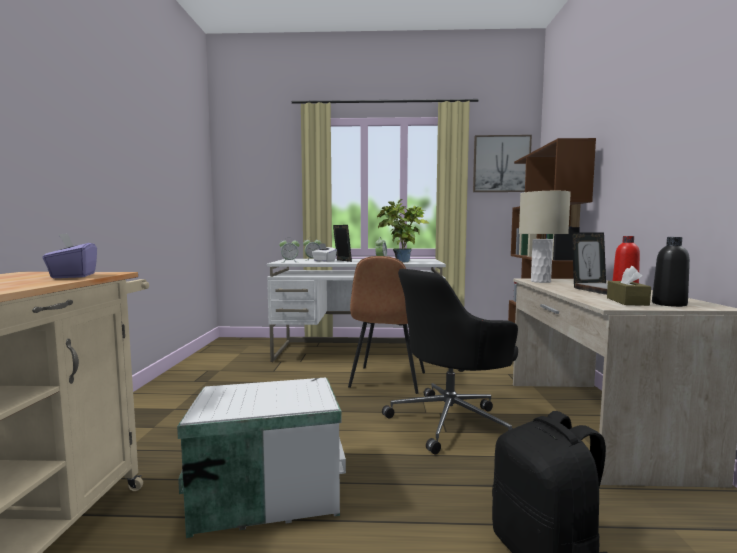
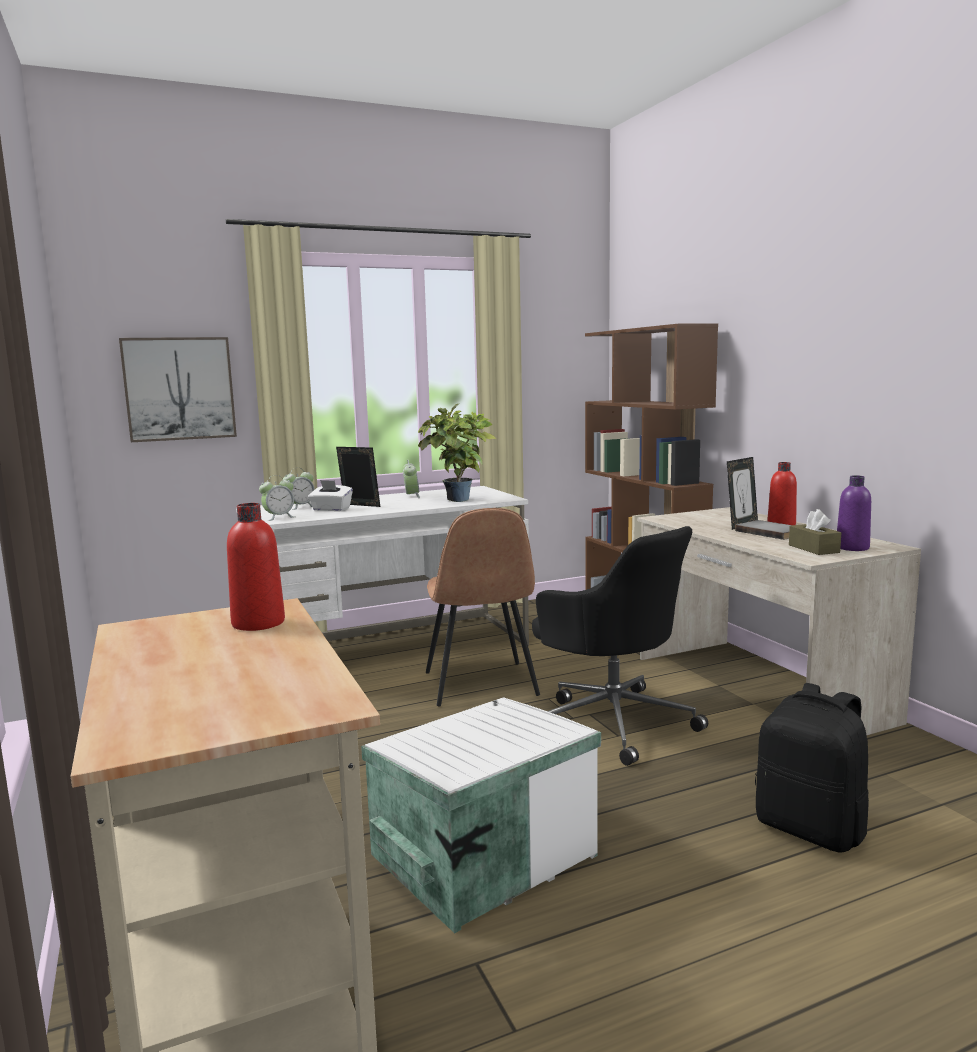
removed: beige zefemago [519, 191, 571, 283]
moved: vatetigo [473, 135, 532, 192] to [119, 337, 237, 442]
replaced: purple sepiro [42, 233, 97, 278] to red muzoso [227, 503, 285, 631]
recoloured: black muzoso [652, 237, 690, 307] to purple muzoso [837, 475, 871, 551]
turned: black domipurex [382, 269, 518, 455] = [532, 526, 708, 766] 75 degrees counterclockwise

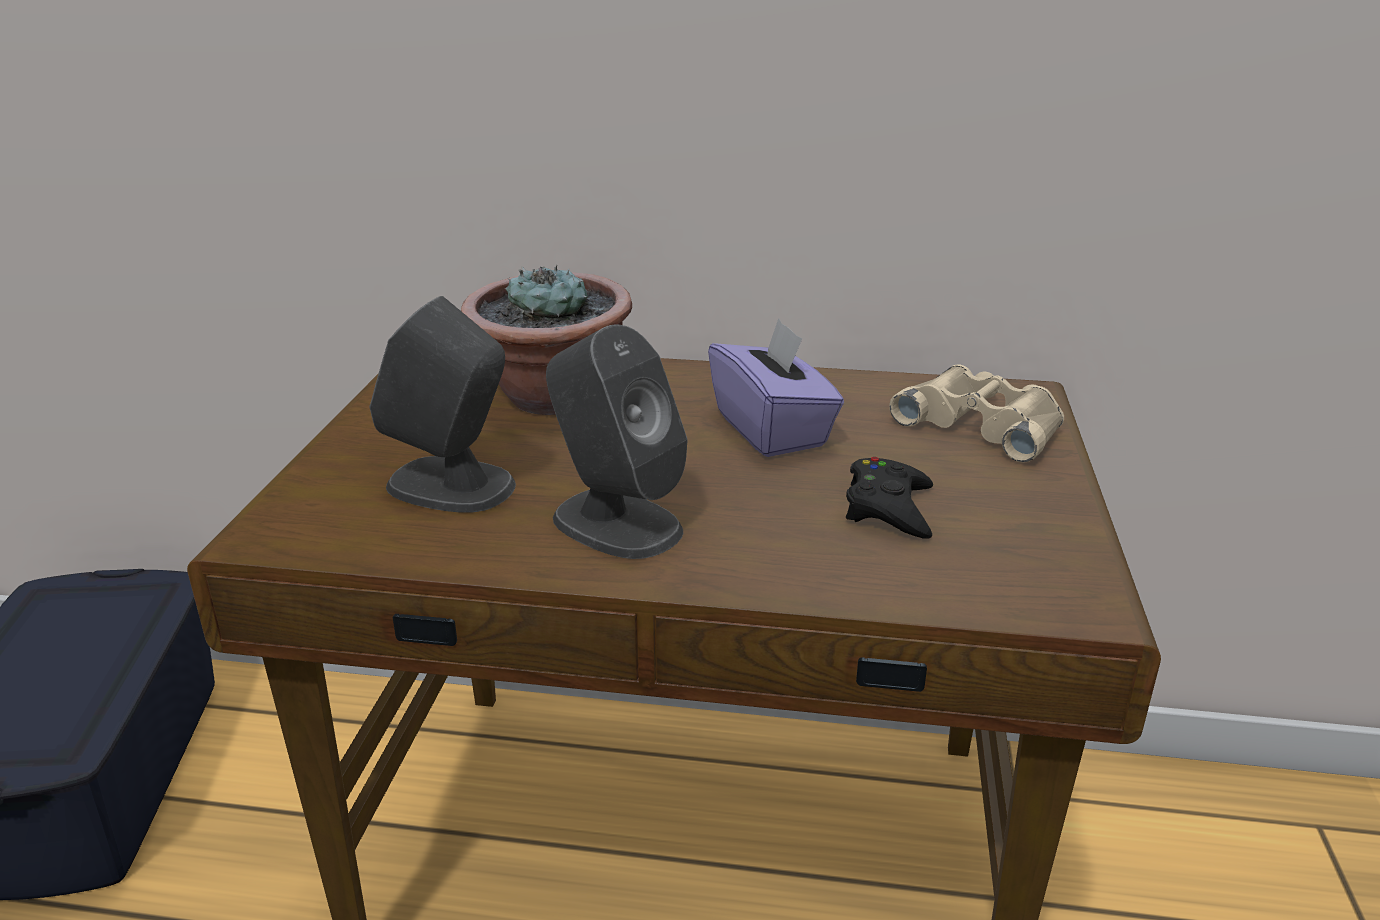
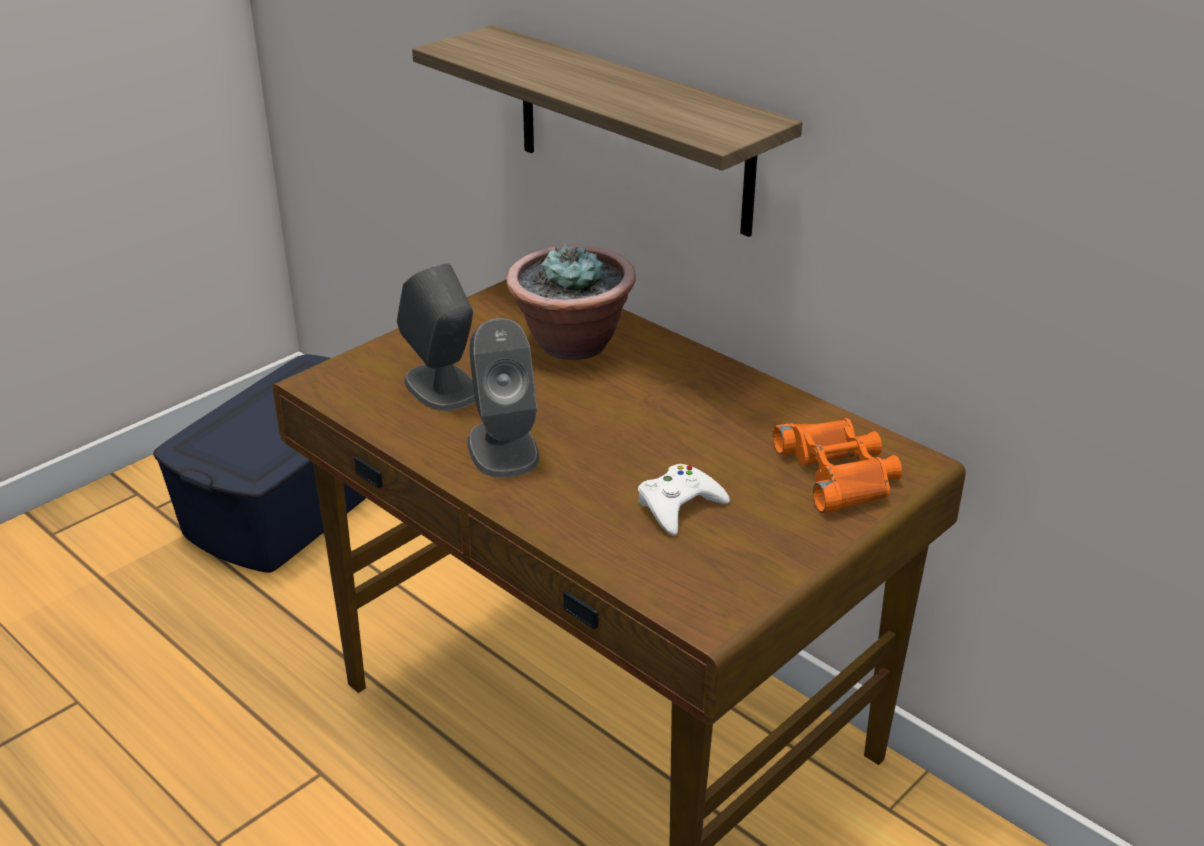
removed: purple sepiro [708, 318, 844, 457]
added: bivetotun [412, 25, 802, 237]
recoloured: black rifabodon [846, 457, 933, 539] to white rifabodon [638, 464, 730, 536]; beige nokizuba [889, 365, 1064, 463] to orange nokizuba [773, 418, 902, 514]

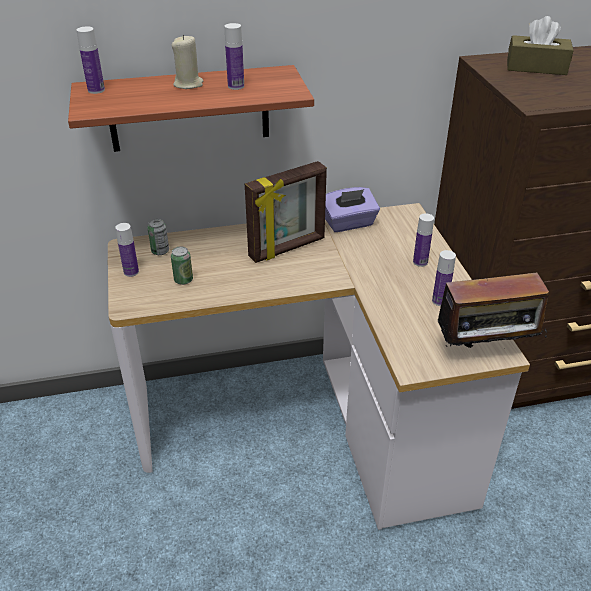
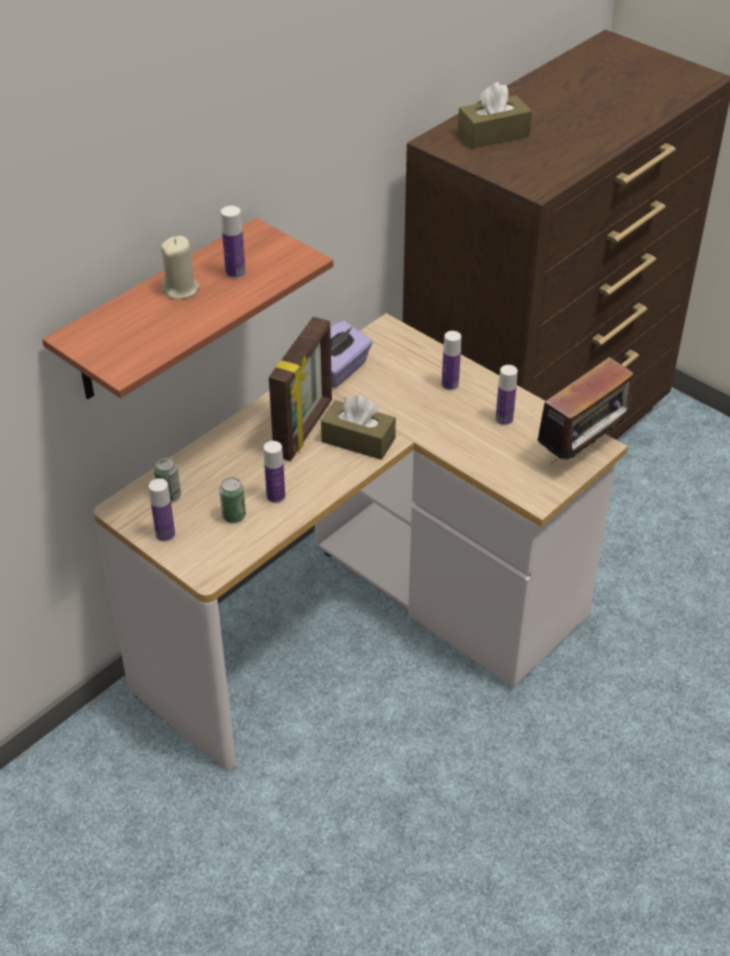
added: brown sepiro [321, 395, 396, 460]
moved: muzoso [76, 26, 105, 94] to [264, 441, 285, 503]

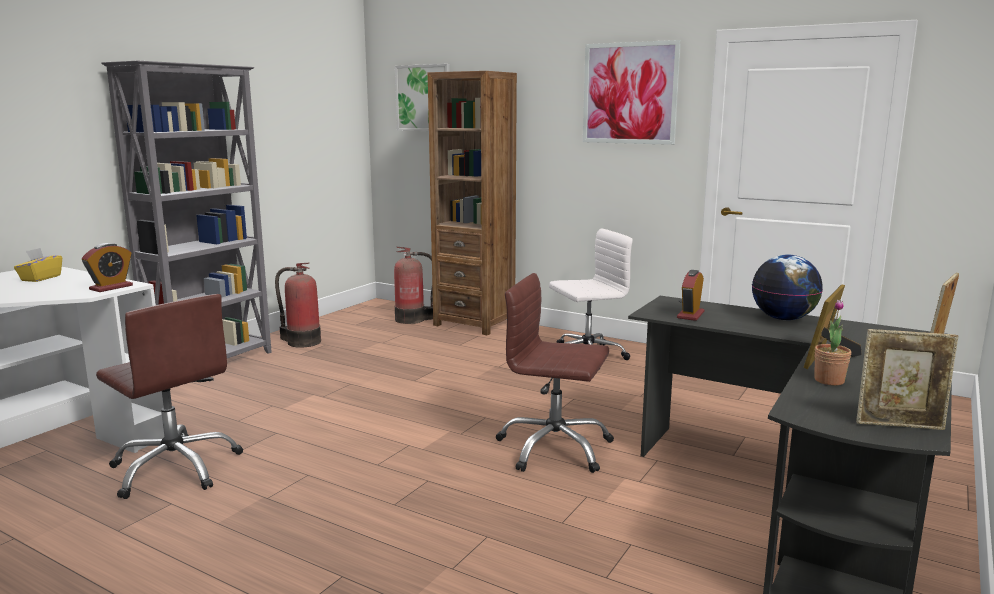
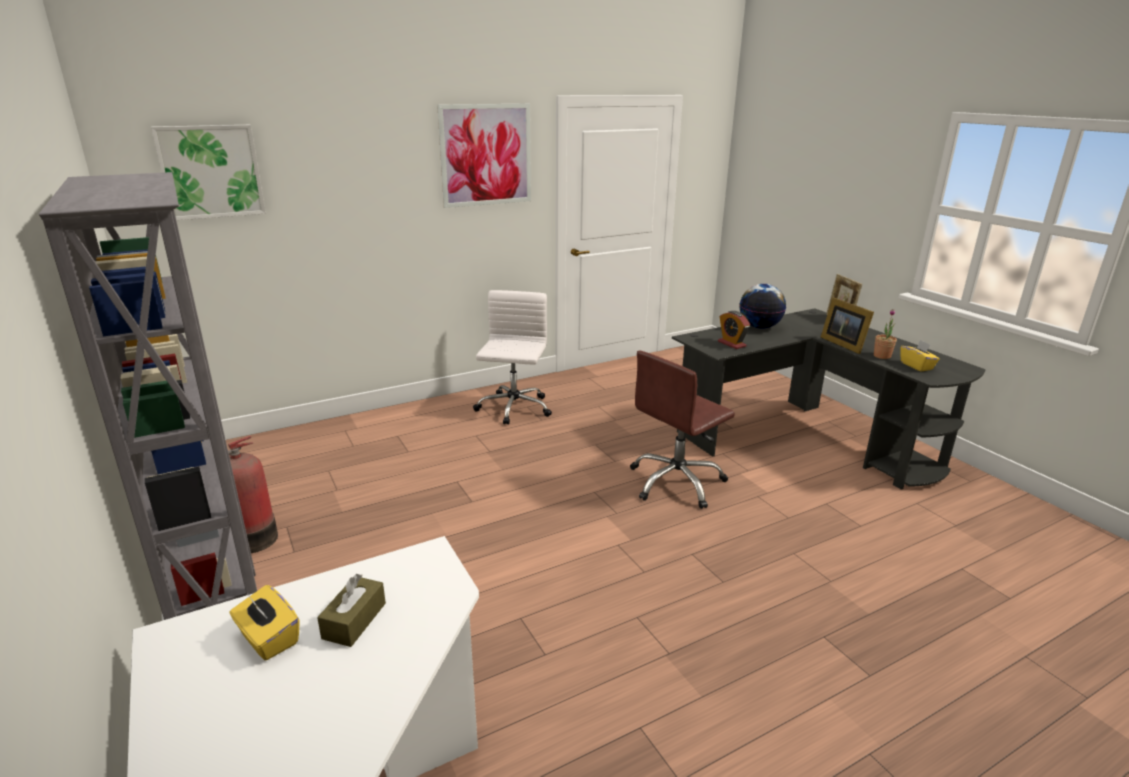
removed: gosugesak [82, 243, 133, 292]; brown domipurex [96, 294, 243, 499]; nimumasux [394, 247, 433, 324]; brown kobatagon [428, 71, 517, 335]; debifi [856, 329, 959, 430]
added: brown sepiro [317, 574, 386, 647]; yellow sepiro [900, 340, 940, 371]

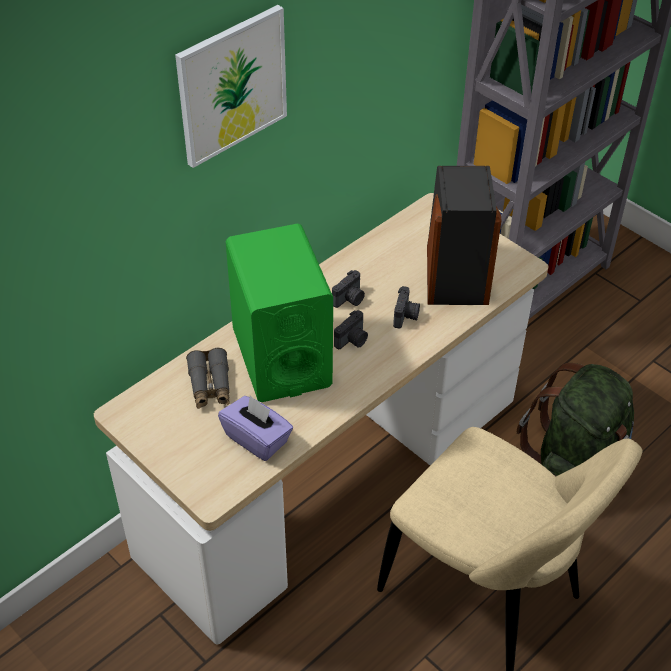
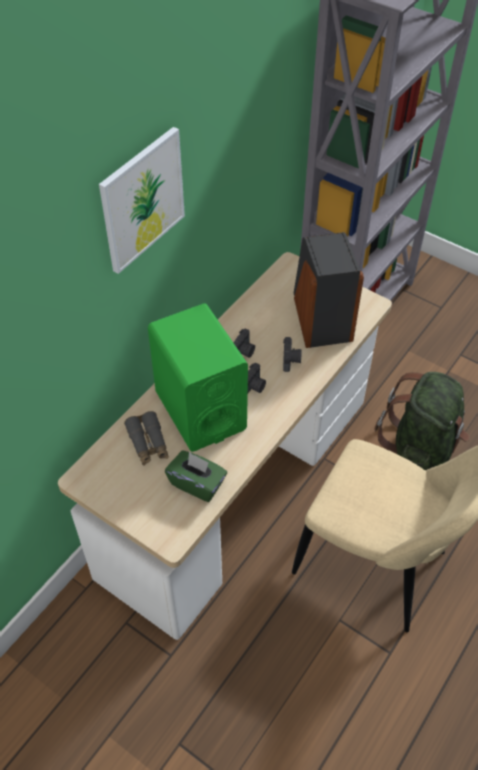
recoloured: purple sepiro [218, 395, 293, 461] to green sepiro [165, 451, 227, 502]

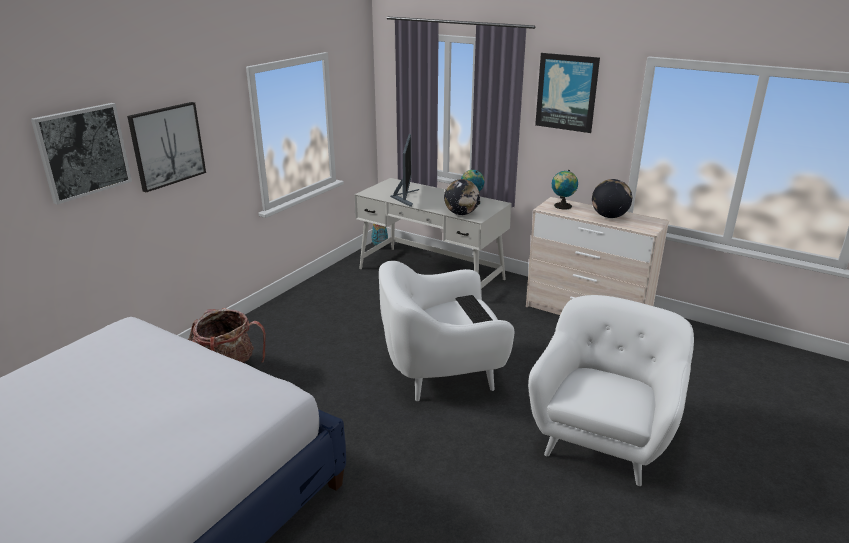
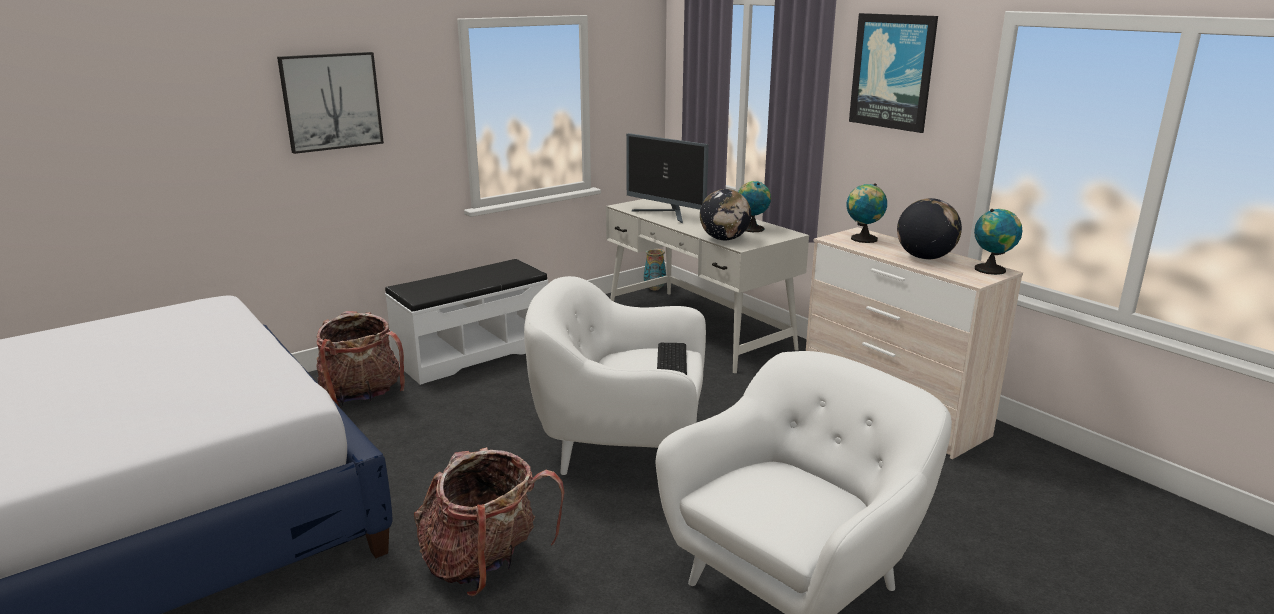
removed: vatetigo [31, 103, 132, 205]
added: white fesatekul [385, 259, 548, 385]; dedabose [414, 447, 564, 597]; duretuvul [974, 209, 1022, 275]
turned: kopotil [390, 134, 420, 207] = [626, 133, 709, 224] 105 degrees clockwise

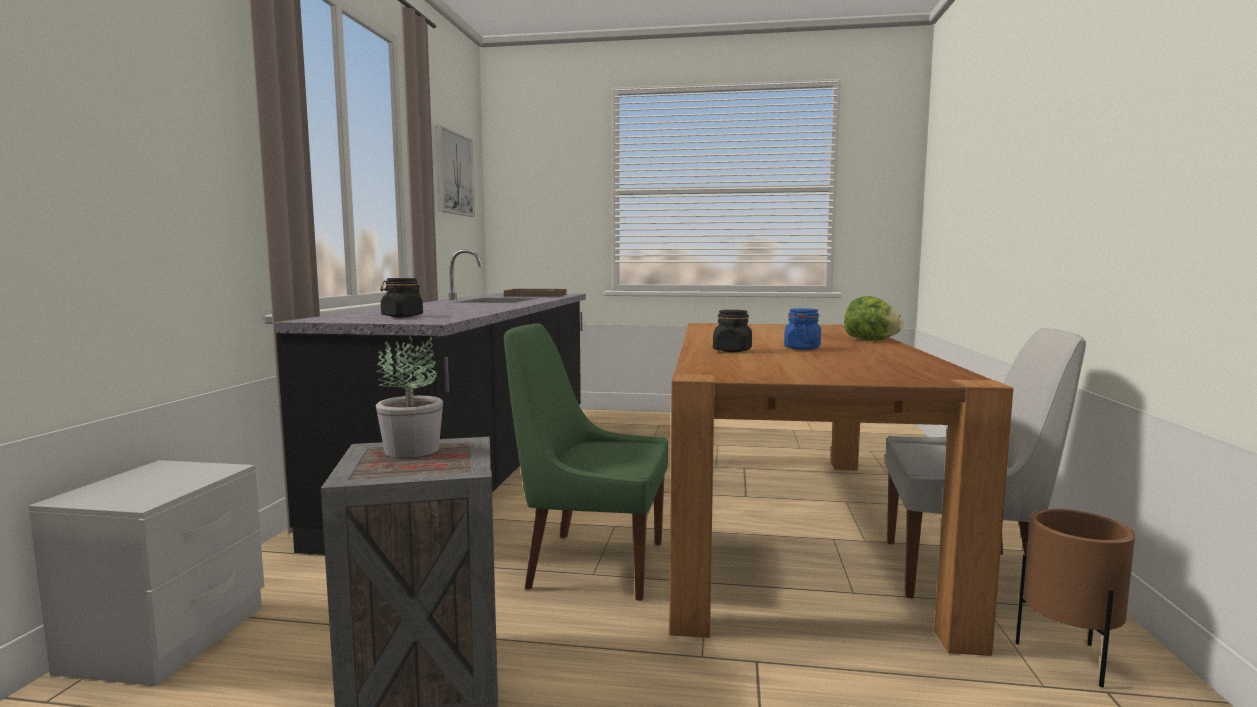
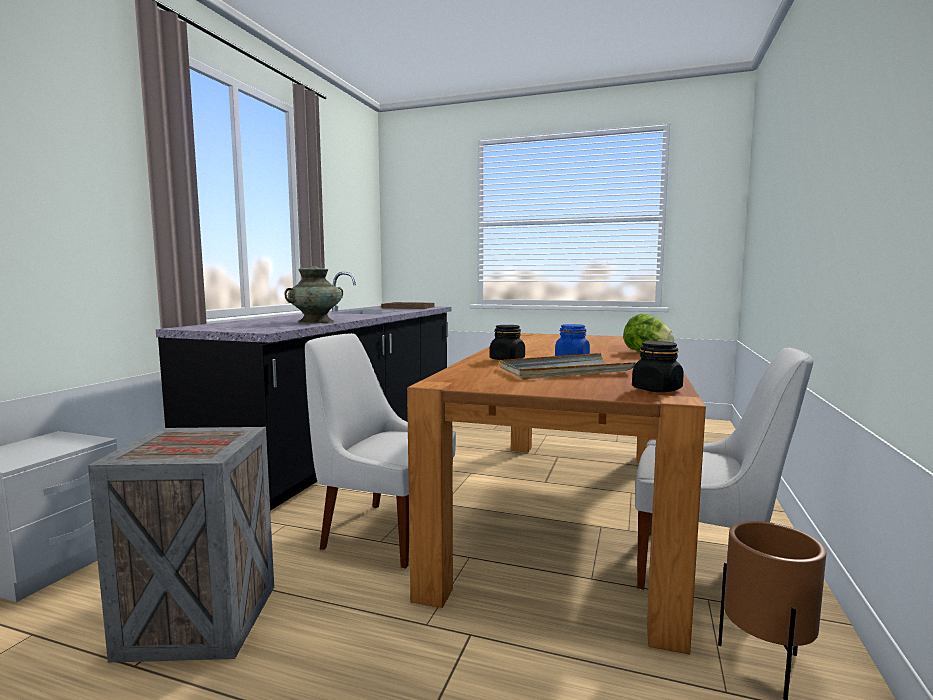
removed: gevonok [376, 337, 443, 458]; vatetigo [435, 125, 475, 217]
added: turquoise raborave [284, 266, 343, 323]; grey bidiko [499, 353, 636, 379]
moved: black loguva [380, 278, 423, 317] to [632, 341, 684, 392]
recoloured: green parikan [504, 323, 668, 601] to white parikan [305, 333, 456, 568]

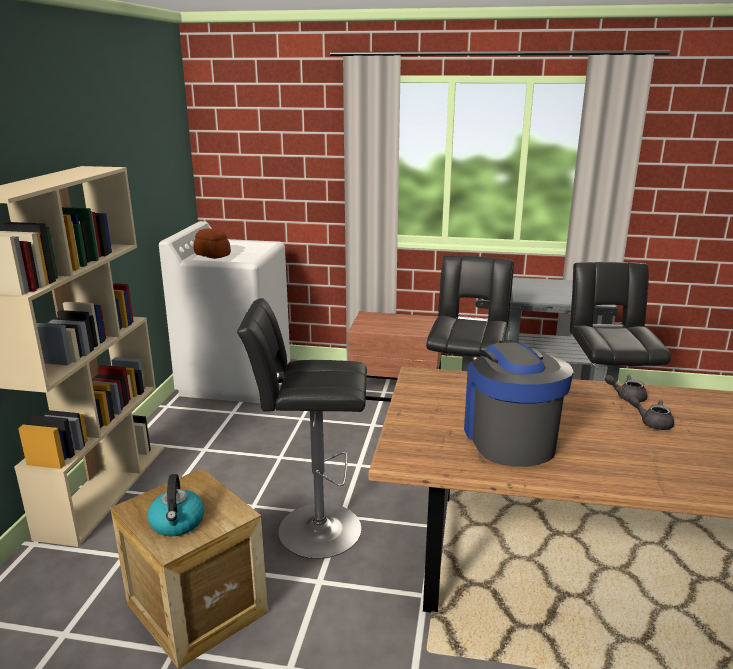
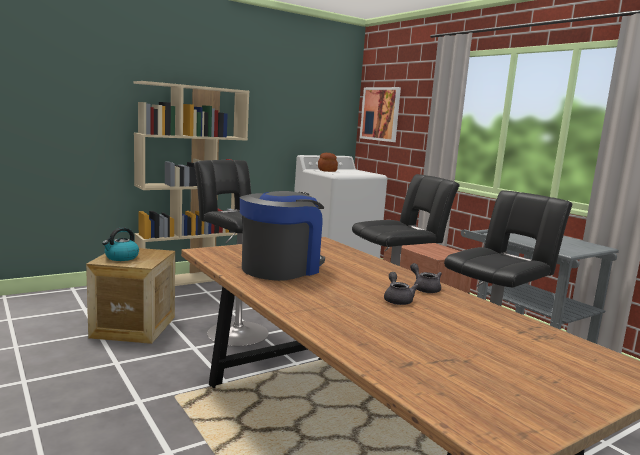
added: vatetigo [360, 87, 401, 142]

